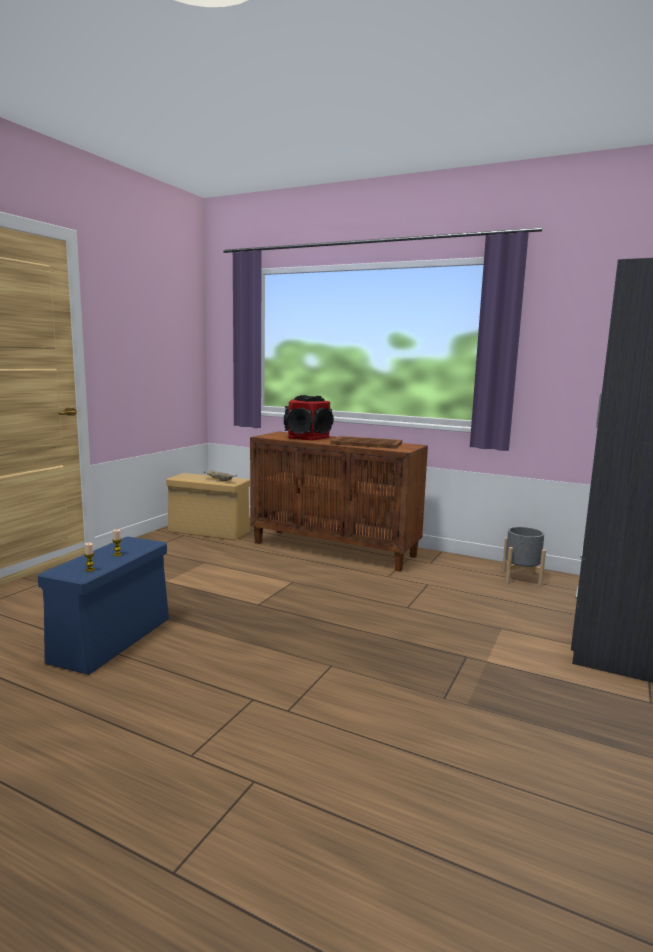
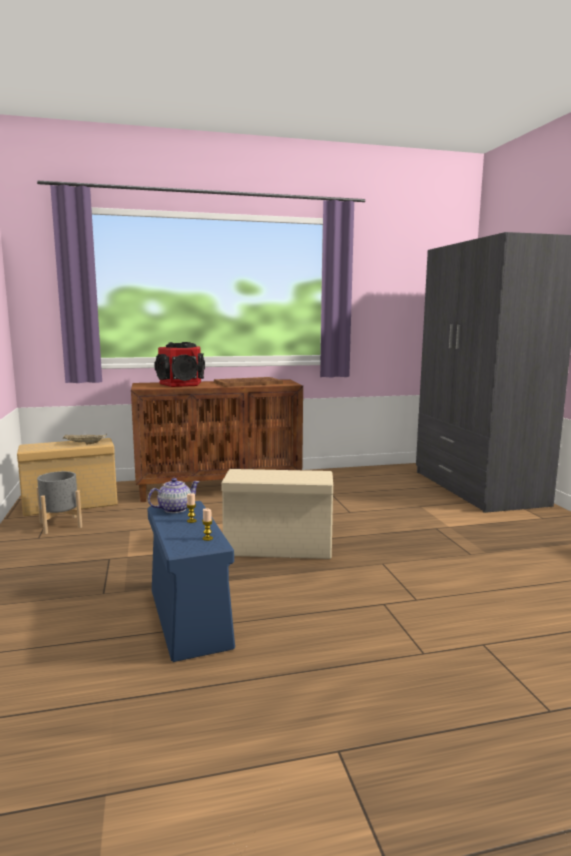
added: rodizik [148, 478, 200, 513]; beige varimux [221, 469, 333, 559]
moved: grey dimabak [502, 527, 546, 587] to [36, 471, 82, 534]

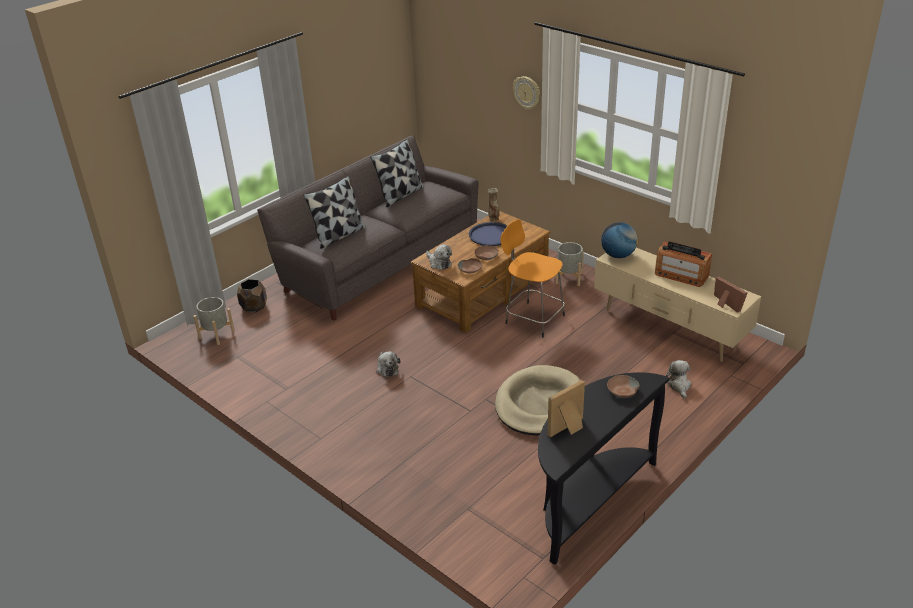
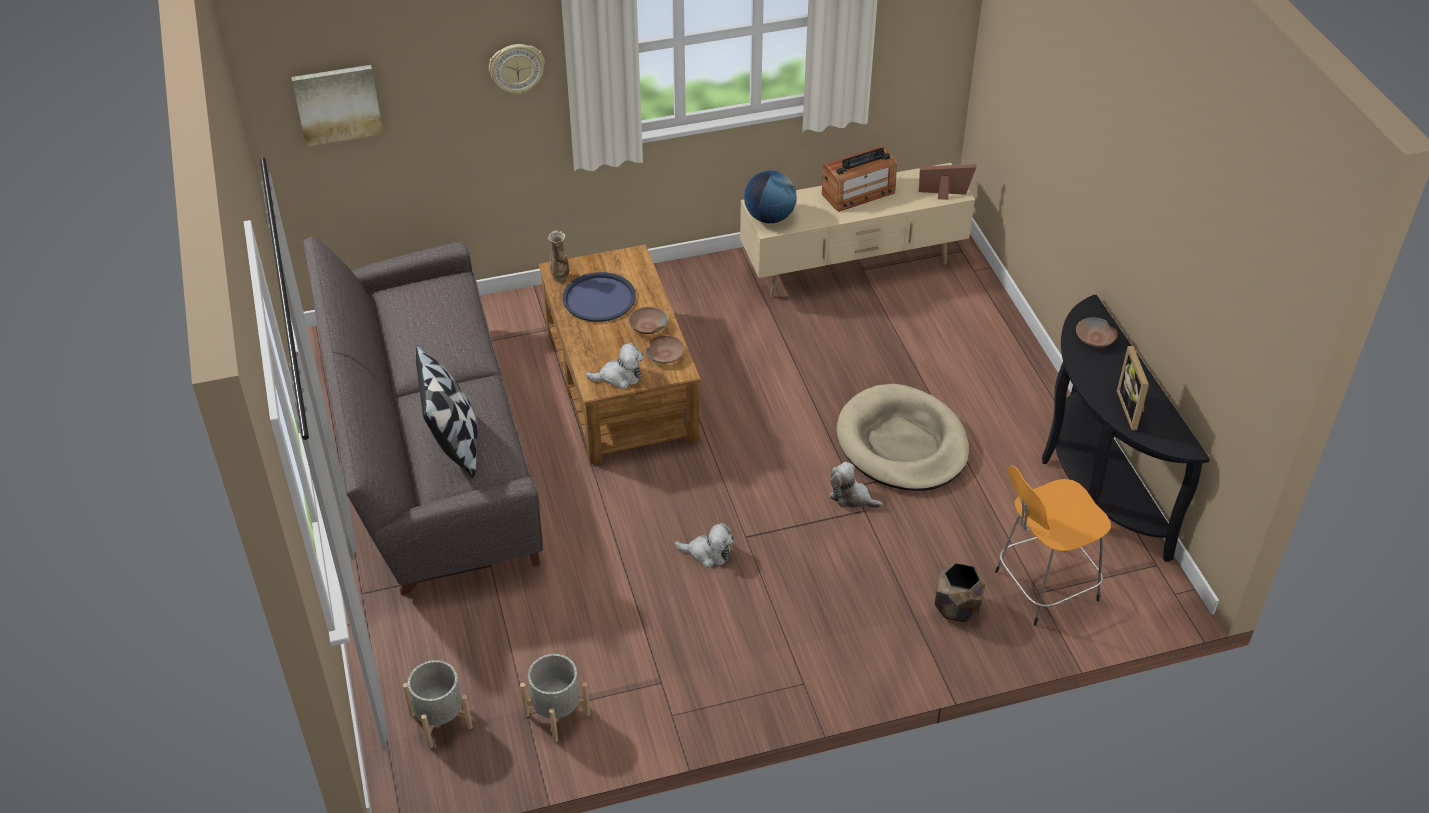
removed: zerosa [370, 139, 424, 207]
added: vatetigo [291, 65, 383, 147]
moved: grey dimabak [555, 242, 584, 286] to [520, 654, 590, 743]; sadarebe [666, 360, 691, 399] to [829, 462, 883, 508]; brown dimabak [237, 279, 267, 313] to [935, 563, 985, 622]; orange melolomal [500, 220, 565, 338] to [995, 465, 1111, 626]

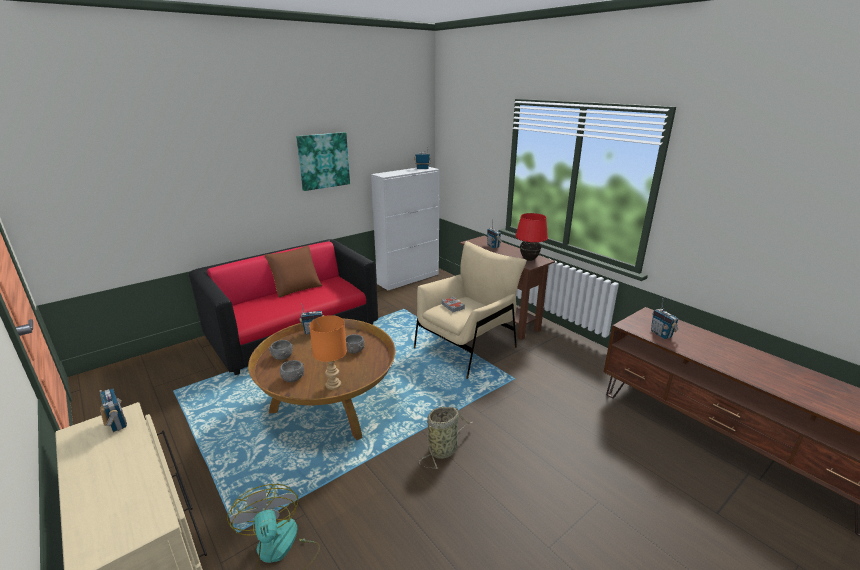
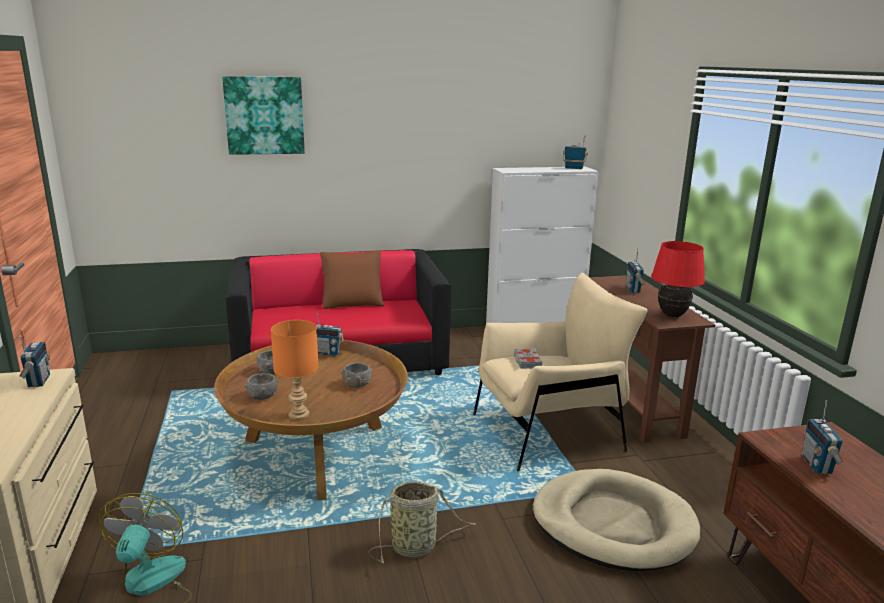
added: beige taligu [532, 469, 700, 571]
moved: vatetigo [296, 132, 350, 191] to [222, 76, 305, 155]

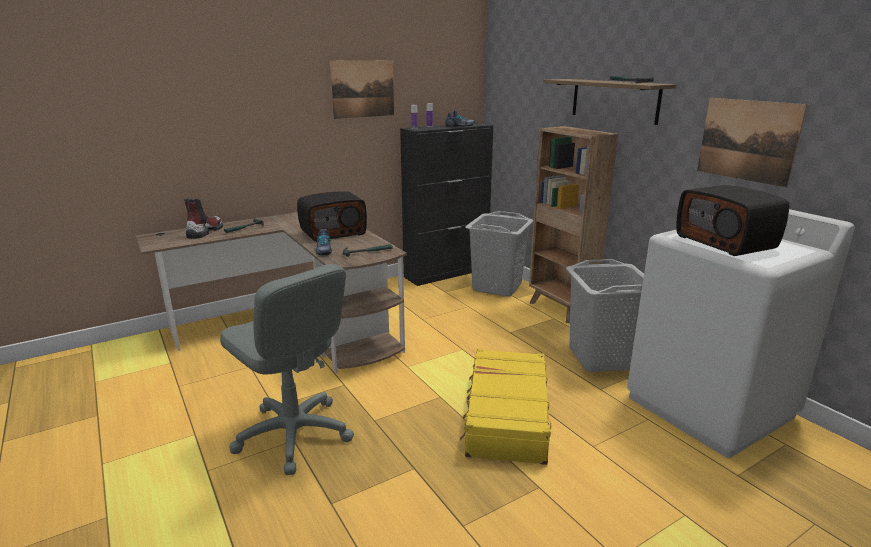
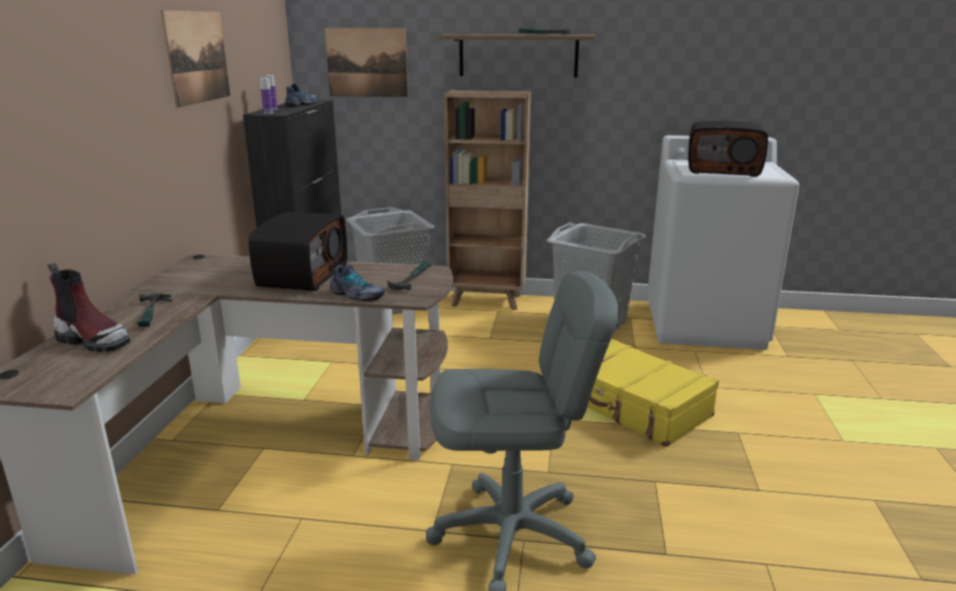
moved: vatetigo [697, 98, 807, 188] to [325, 28, 408, 98]
turned: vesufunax [184, 198, 223, 239] = [48, 263, 130, 352] 150 degrees clockwise

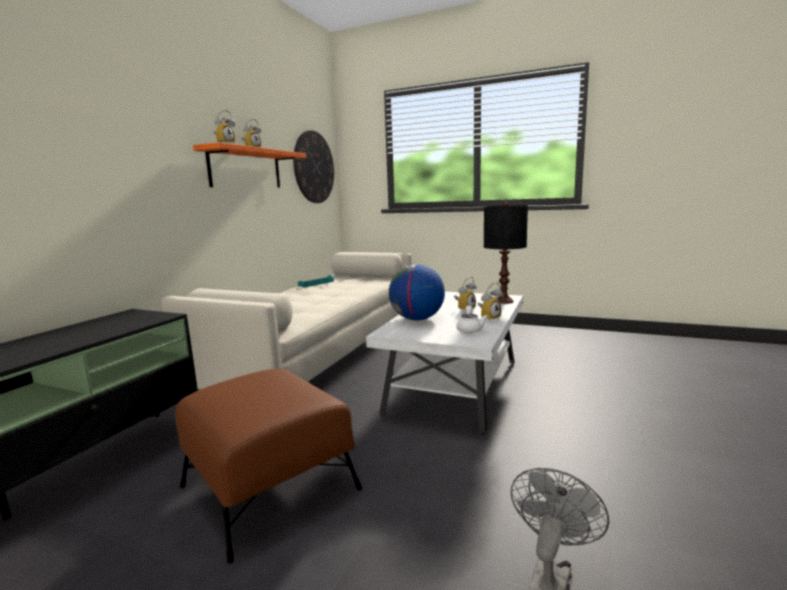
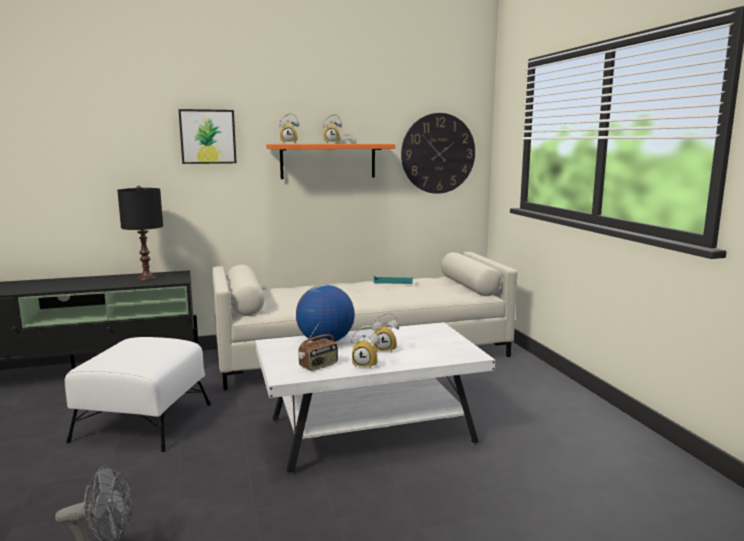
added: vatetigo [179, 109, 237, 164]
moved: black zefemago [484, 202, 528, 304] to [117, 186, 163, 281]
replaced: white rodizik [456, 306, 488, 333] to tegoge [298, 322, 338, 371]
recoloured: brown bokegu [175, 369, 362, 564] to white bokegu [65, 337, 211, 452]

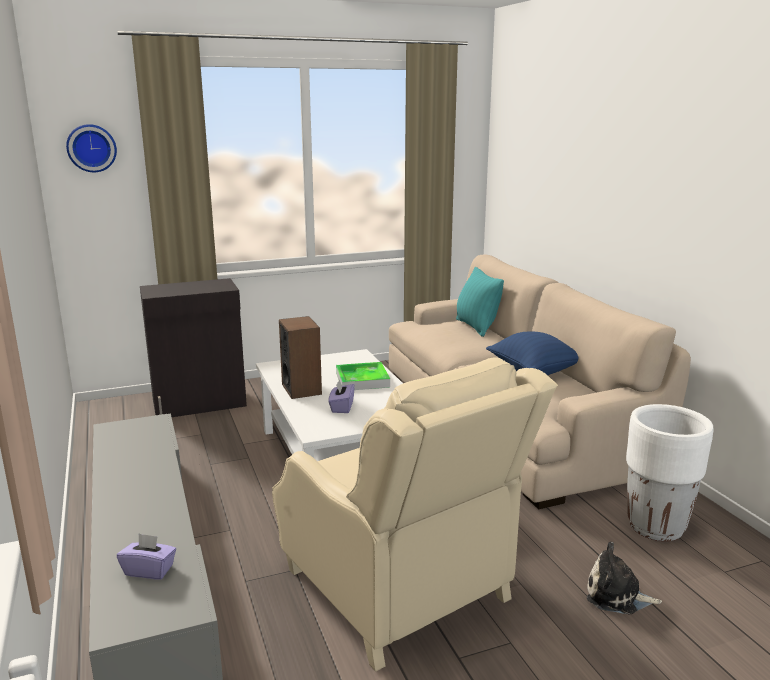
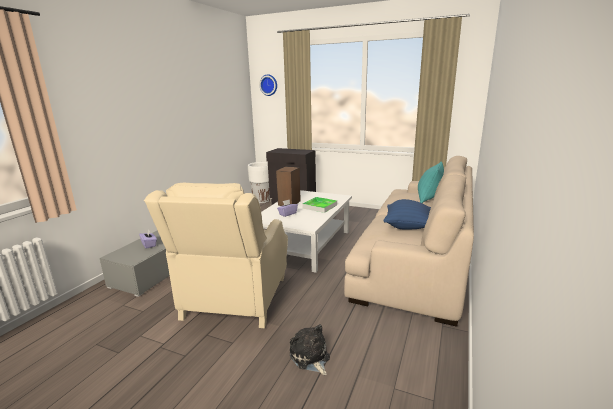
moved: white dimabak [626, 404, 713, 541] to [248, 162, 270, 204]

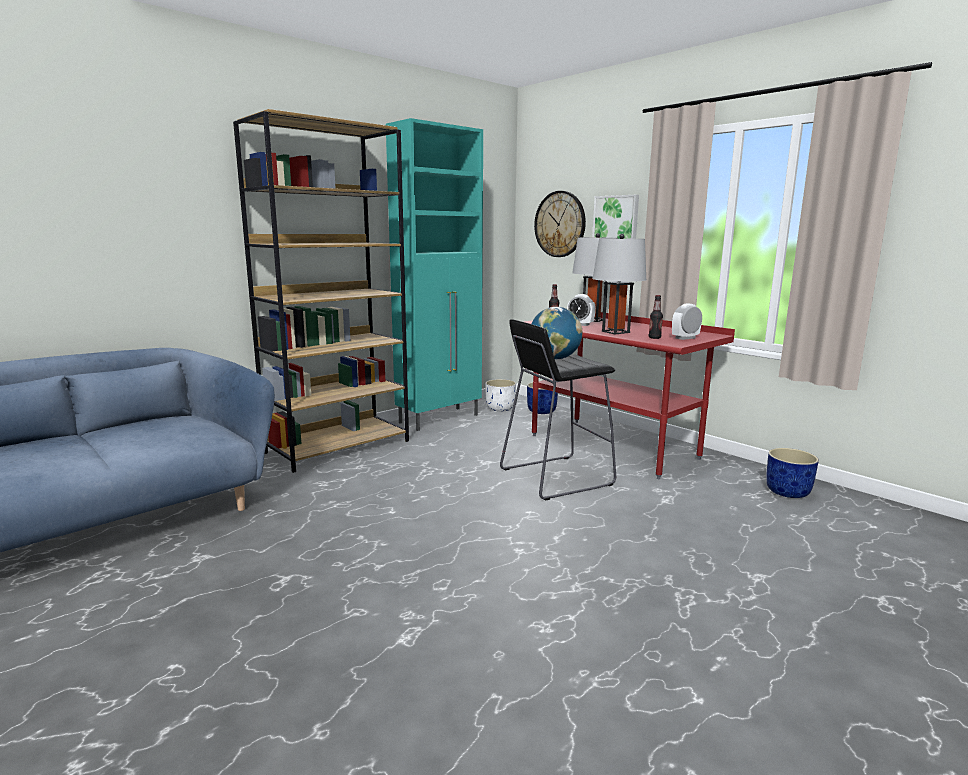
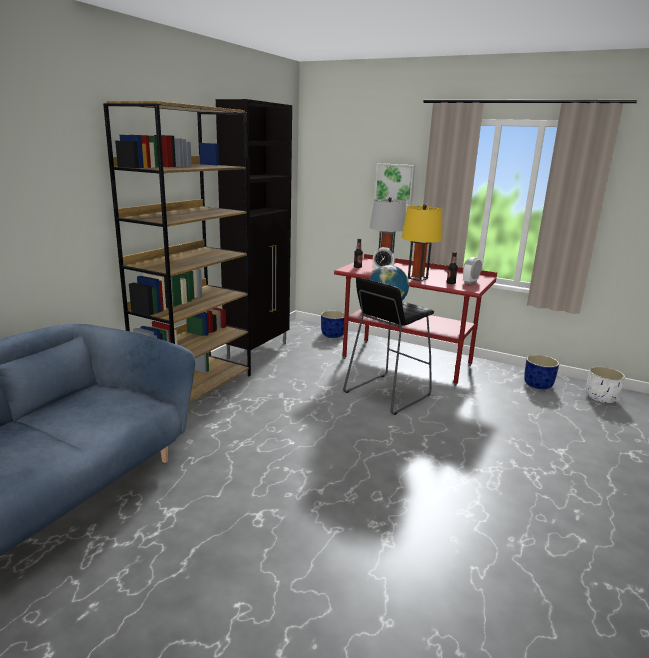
removed: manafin [534, 191, 586, 257]
moved: white dimabak [485, 379, 516, 412] to [586, 367, 625, 403]
recoloured: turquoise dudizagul [386, 118, 483, 431] to black dudizagul [216, 99, 292, 359]; grey zefemago [593, 234, 646, 334] to yellow zefemago [401, 204, 442, 281]

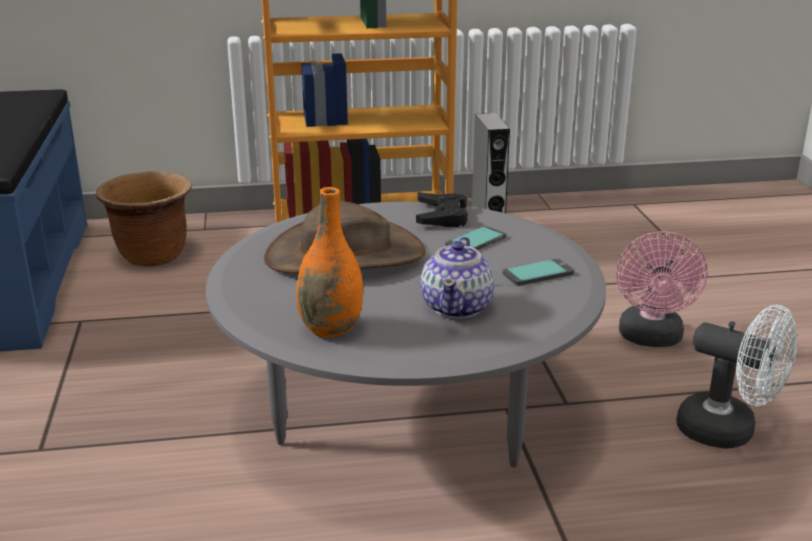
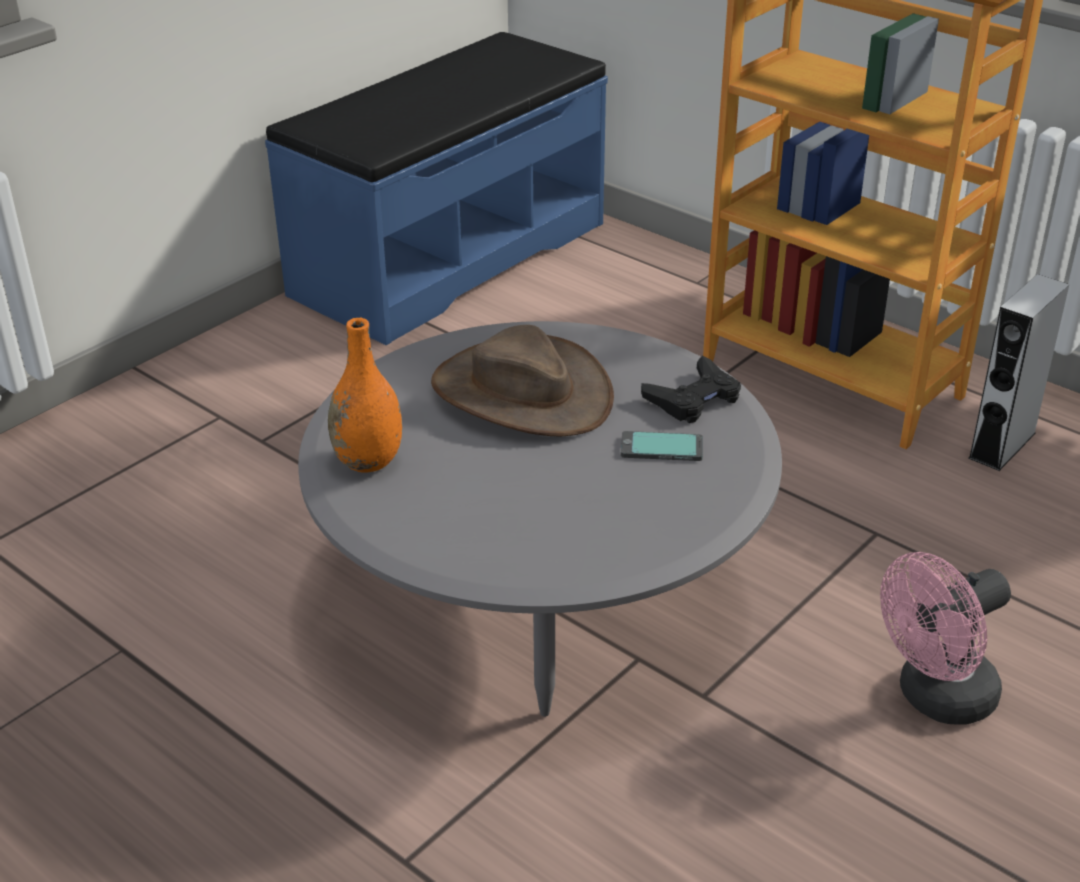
removed: brown dimabak [96, 171, 192, 266]; rodizik [421, 237, 494, 319]; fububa [502, 259, 574, 286]; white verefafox [676, 305, 798, 449]

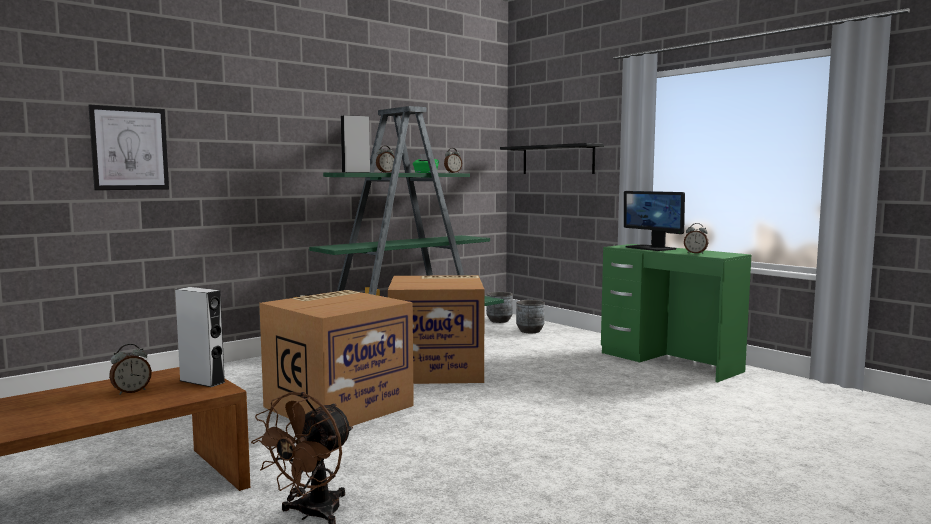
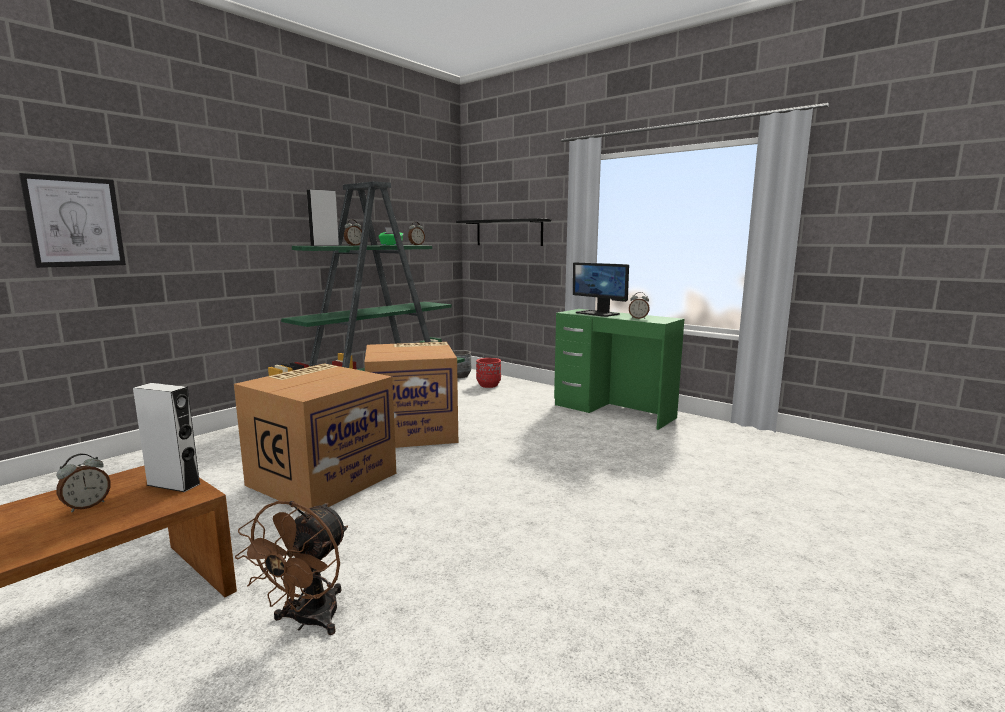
recoloured: grey dimabak [516, 300, 545, 333] to red dimabak [476, 358, 501, 388]

